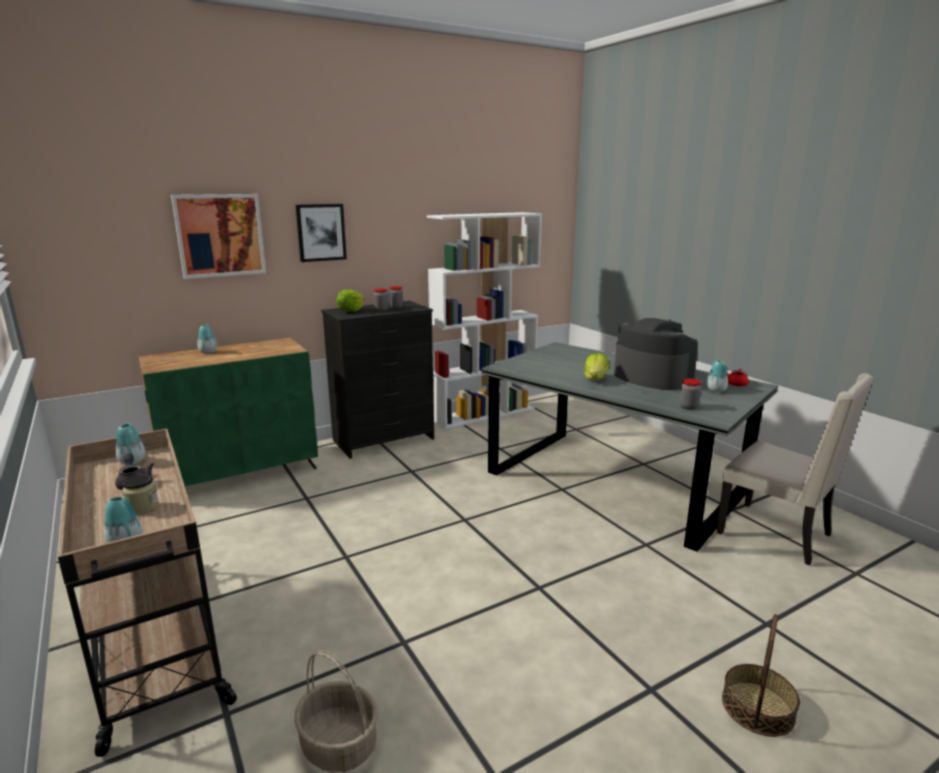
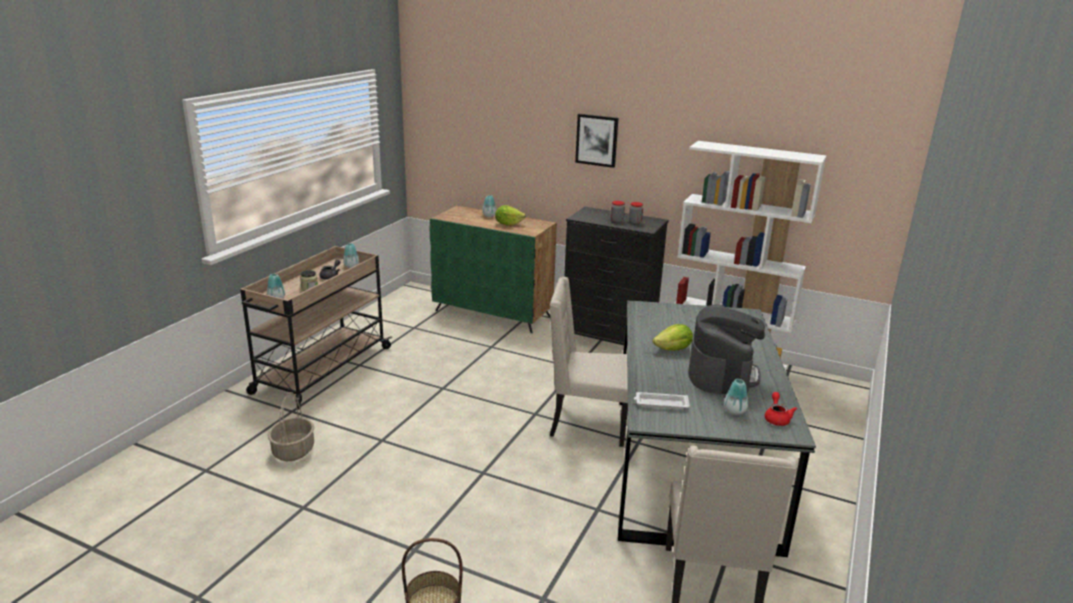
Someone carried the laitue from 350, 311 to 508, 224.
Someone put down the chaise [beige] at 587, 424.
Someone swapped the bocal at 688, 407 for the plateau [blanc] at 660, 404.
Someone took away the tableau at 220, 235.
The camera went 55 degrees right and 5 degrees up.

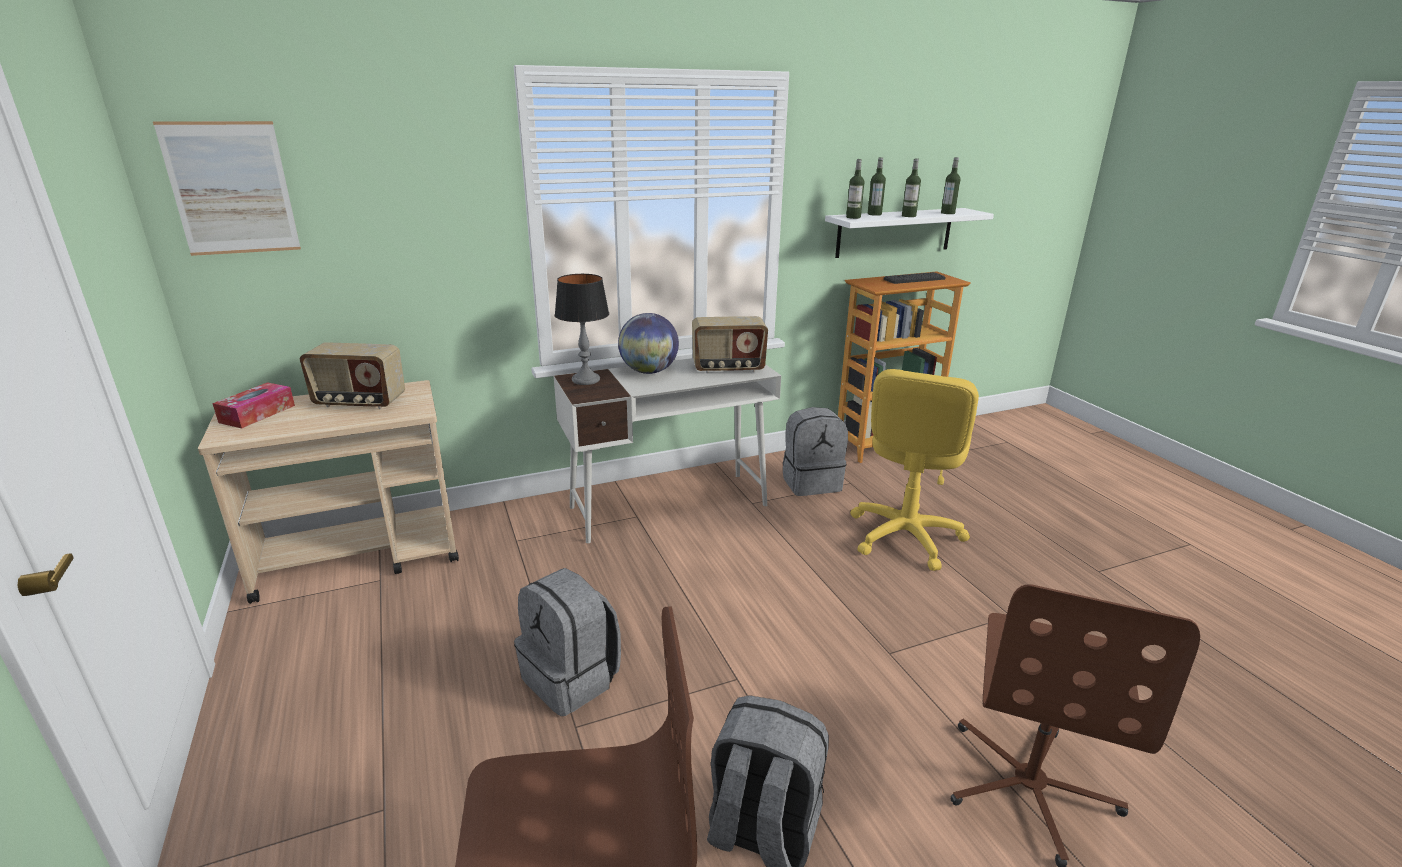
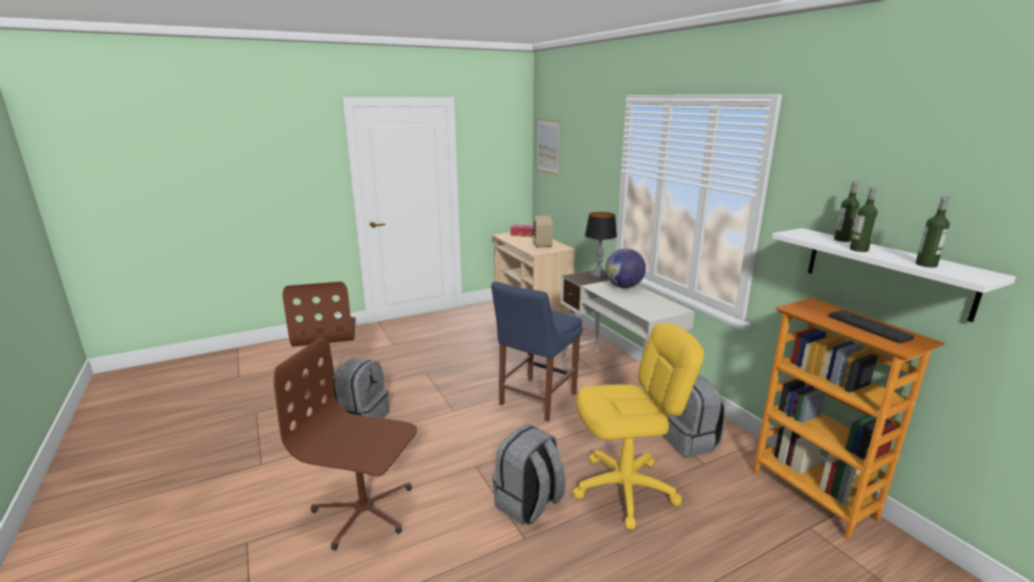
Someone put down the chaise [bleu] at 535, 400.
Someone carried the sac à dos [gris] from 572, 679 to 528, 504.
Someone rotated the chaise de bureau [jaune] at 904, 536 by 150 degrees clockwise.
Someone took away the radio at 728, 368.
Someone took away the bouteille at 853, 217.
The camera went 85 degrees right and 5 degrees down.

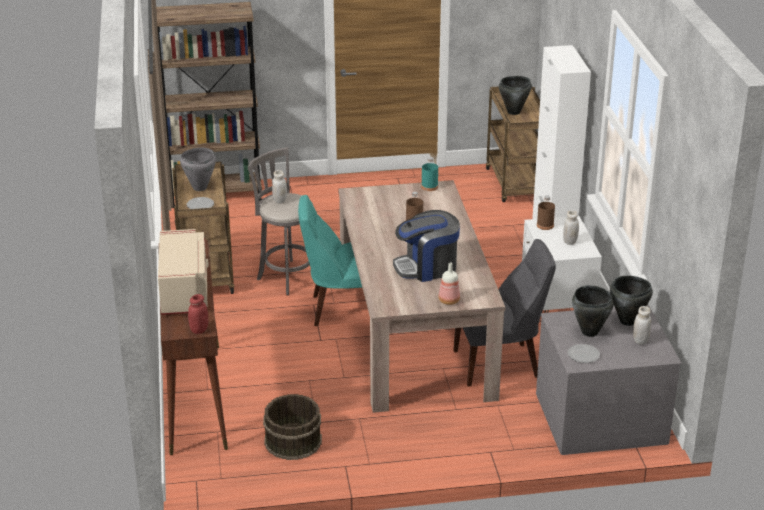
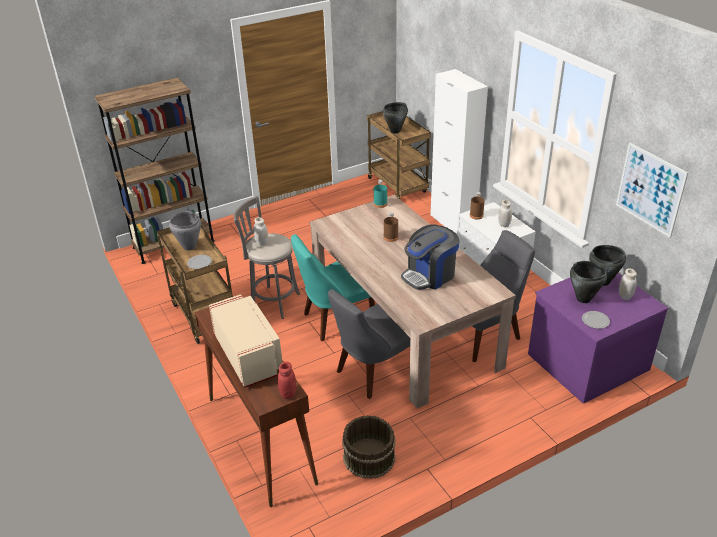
Someone put down the chaise [gris] at 373, 372.
Someone repainted the commode [gris] at 600, 417, which became the commode [violet] at 586, 360.
Someone put up the tableau at 650, 189.
Someone took away the bouteille at 449, 301.
The camera went 20 degrees left and 5 degrees up.

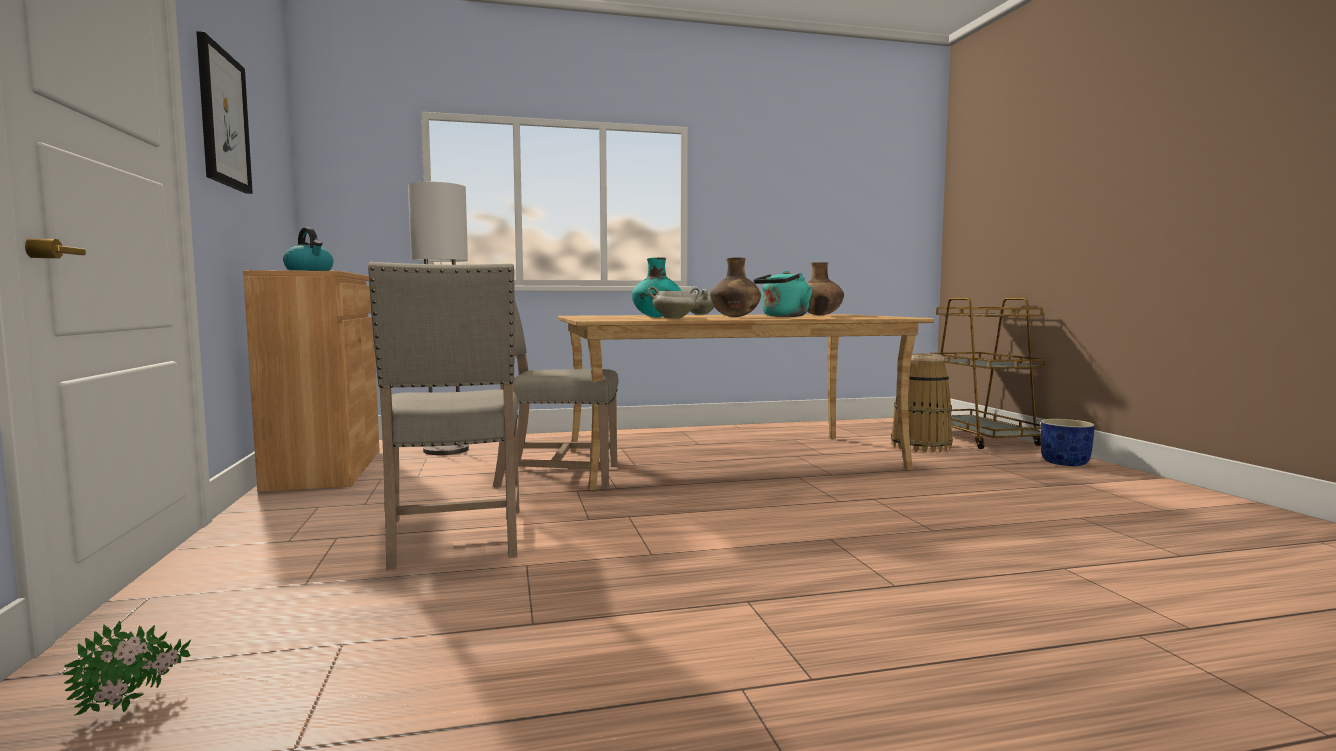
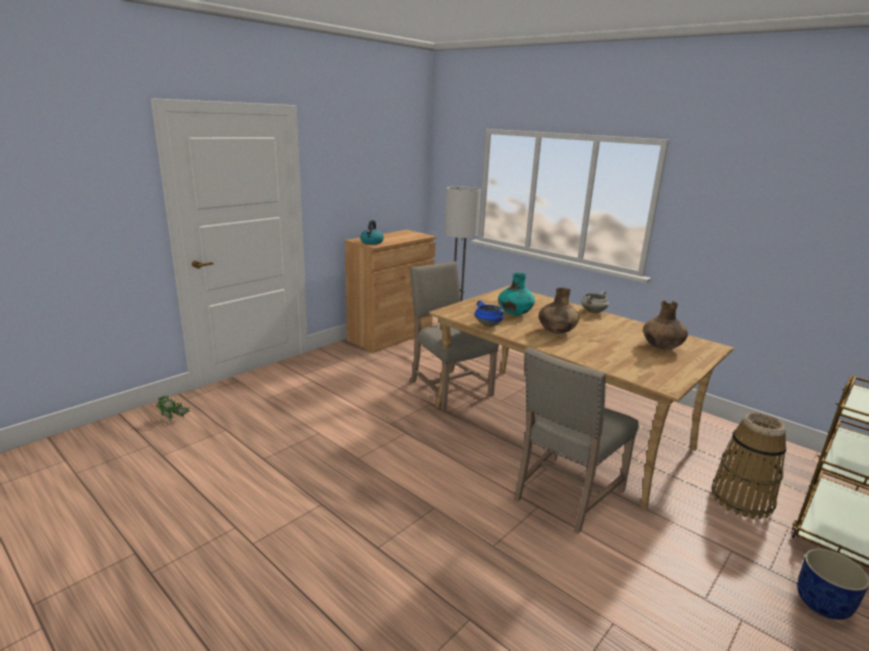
Someone repainted the marmite [blanc] at 674, 318, which became the marmite [bleu] at 489, 325.
Someone carried the chaise [beige] from 455, 538 to 565, 495.
Someone took away the tableau at 223, 119.
Someone took away the bouilloire [turquoise] at 783, 316.
The camera went 55 degrees right and 15 degrees up.

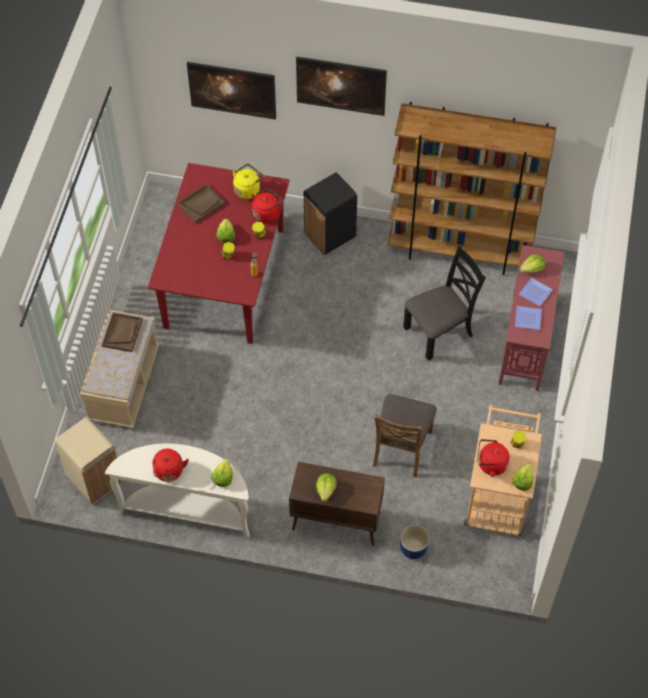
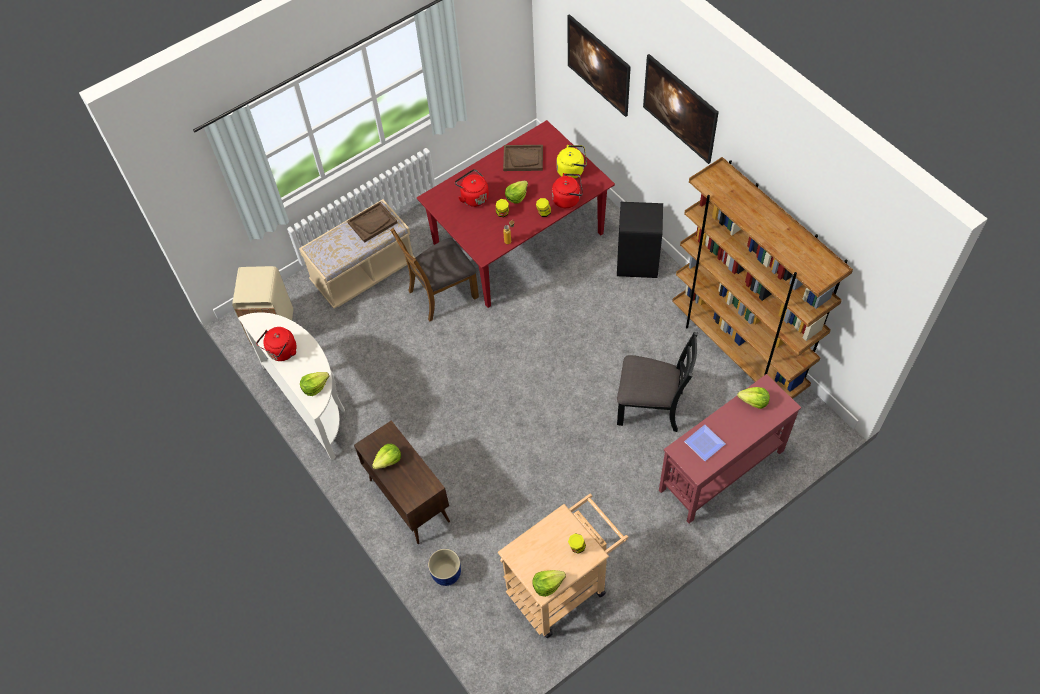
Someone carried the chaise [marron] from 401, 448 to 442, 293.
Someone carried the bouilloire [rouge] from 490, 464 to 473, 197.
Someone took away the assiette at 536, 292.
The camera went 45 degrees right and 0 degrees up.

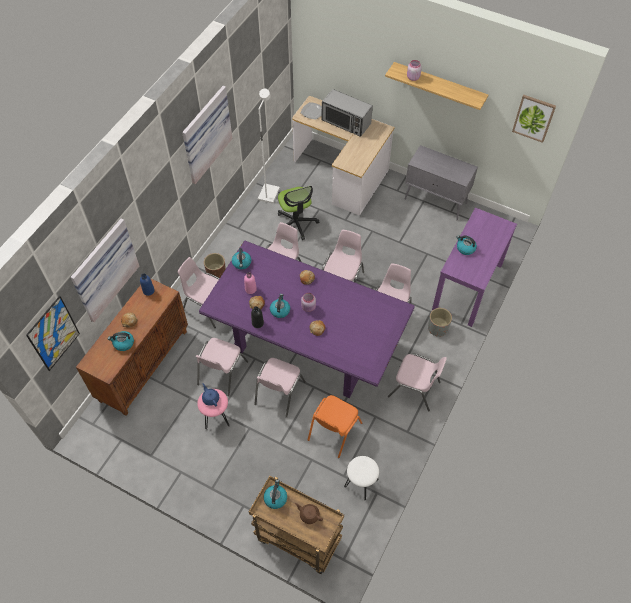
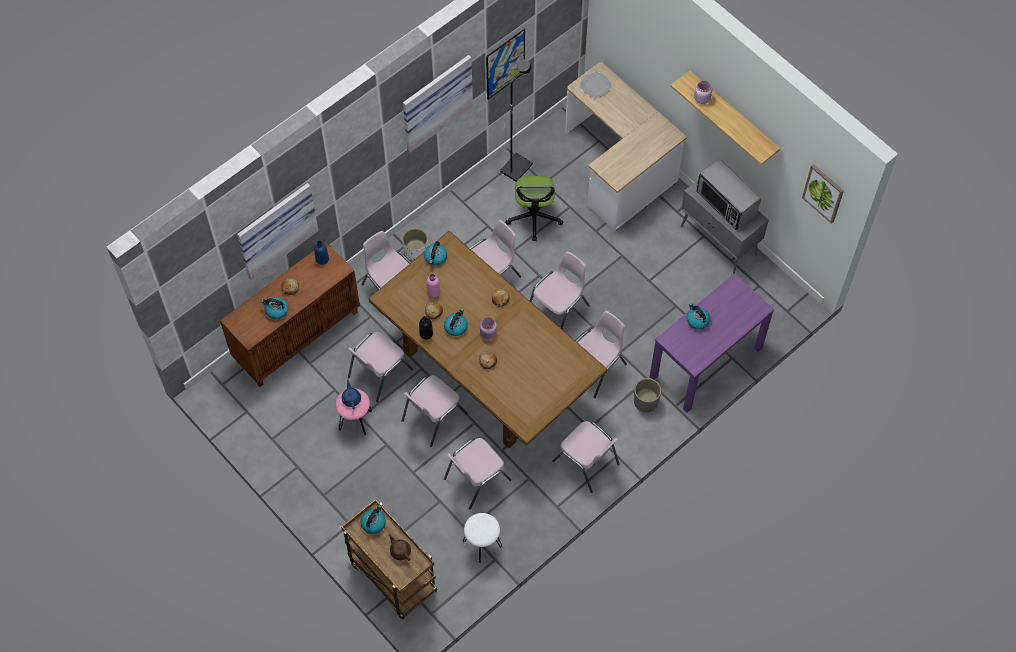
Someone repainted the table à manger [violet] at 308, 344, which became the table à manger [marron] at 488, 371.
Someone repainted the cache-pot [marron] at 216, 273, which became the cache-pot [blanc] at 416, 252.
Someone repainted the chaise [orange] at 333, 431, which became the chaise [rose] at 476, 479.
Someone carried the tableau from 53, 333 to 505, 64.
Someone repainted the lampadaire [blanc] at 268, 194, which became the lampadaire [noir] at 516, 167.
Someone carried the micro-ondes from 346, 122 to 726, 203.
The camera went 20 degrees right and 5 degrees up.

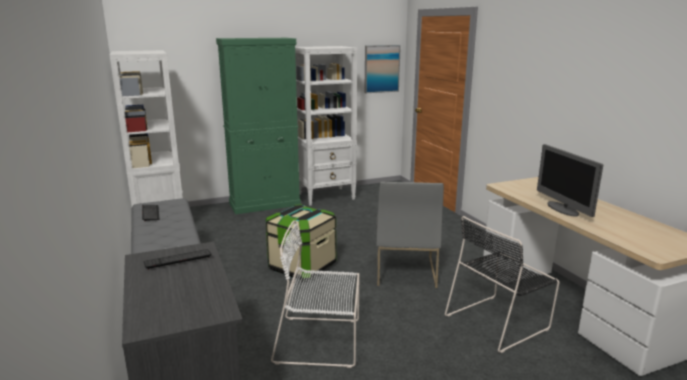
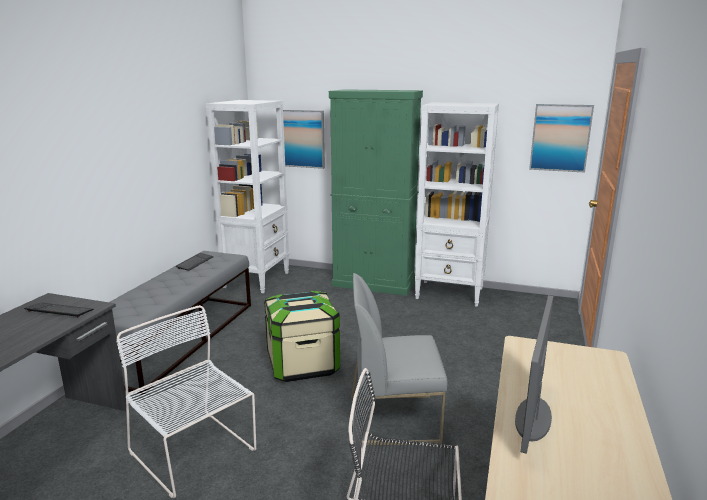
Someone put up the tableau at 302, 138.
Someone rotated the chaise [gris] at 404, 271 by 45 degrees clockwise.
The camera went 40 degrees right and 0 degrees up.

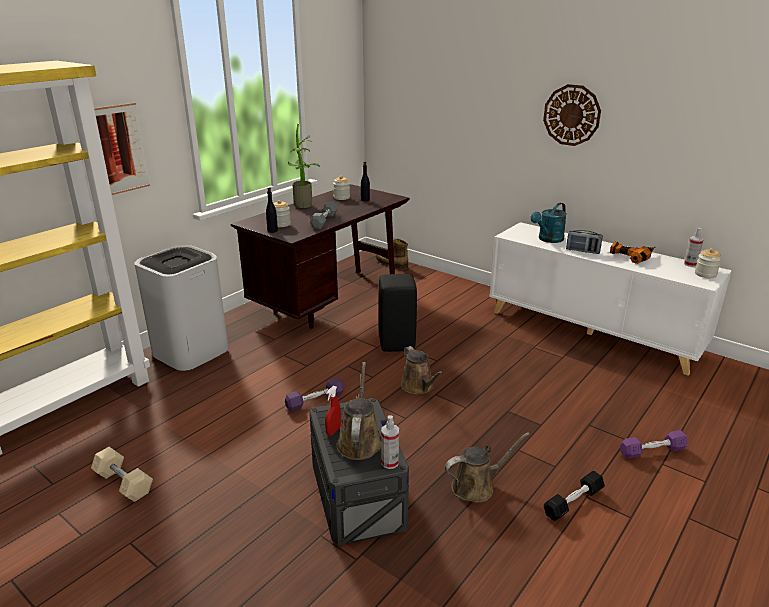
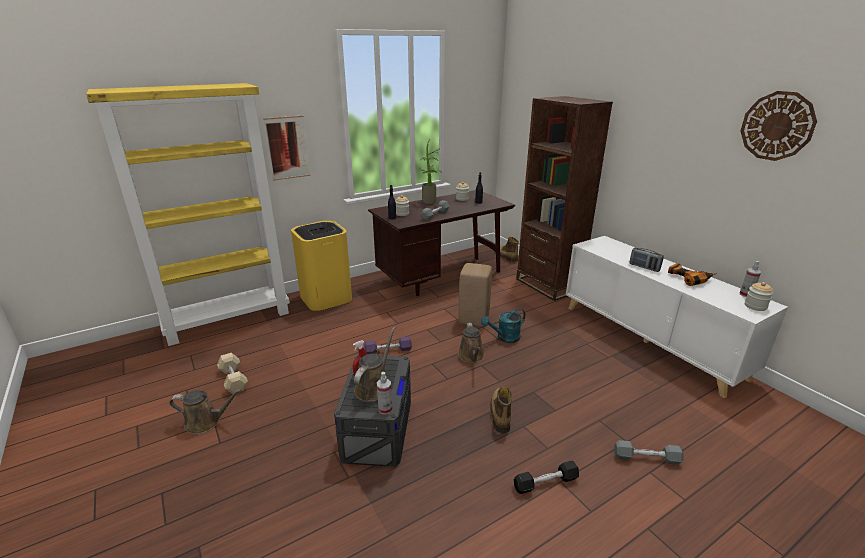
Someone carried the arrosoir [marron] from 476, 486 to 206, 422.
Someone repainted the poubelle [blanc] at 191, 351, which became the poubelle [jaune] at 326, 298.
Someone repainted the tabouret [noir] at 397, 344, which became the tabouret [beige] at 474, 320.
Someone carried the arrosoir [turquoise] from 548, 240 to 504, 338.
Someone put down the botte at 500, 413.
Someone put down the bibliothèque [marron] at 548, 285.
Someone repainted the haltère [violet] at 652, 451, which became the haltère [gris] at 646, 458.
Someone carried the horloge murale from 571, 115 to 777, 126.
The camera went 20 degrees right and 0 degrees up.

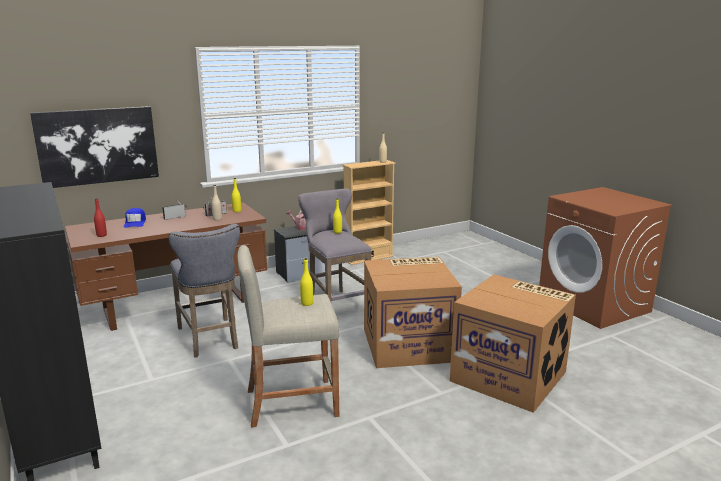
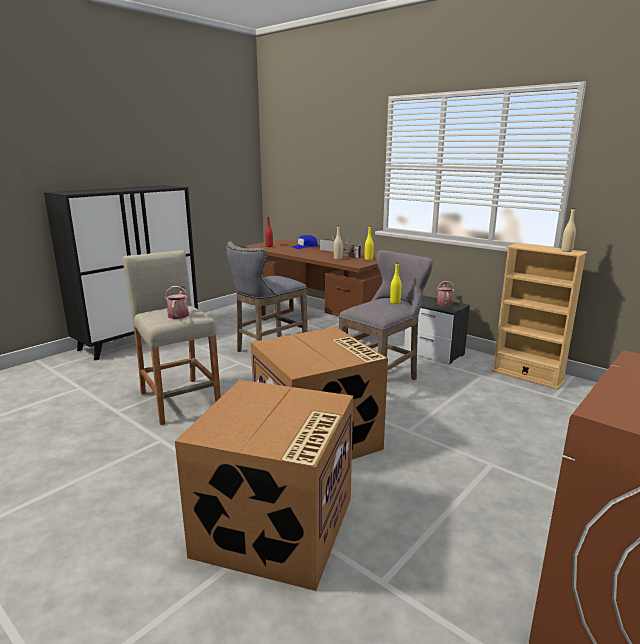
Someone swapped the bouteille [jaune] at 307, 303 for the arrosoir at 179, 314.
Someone took away the tableau at 98, 146.
The camera went 70 degrees right and 0 degrees up.

